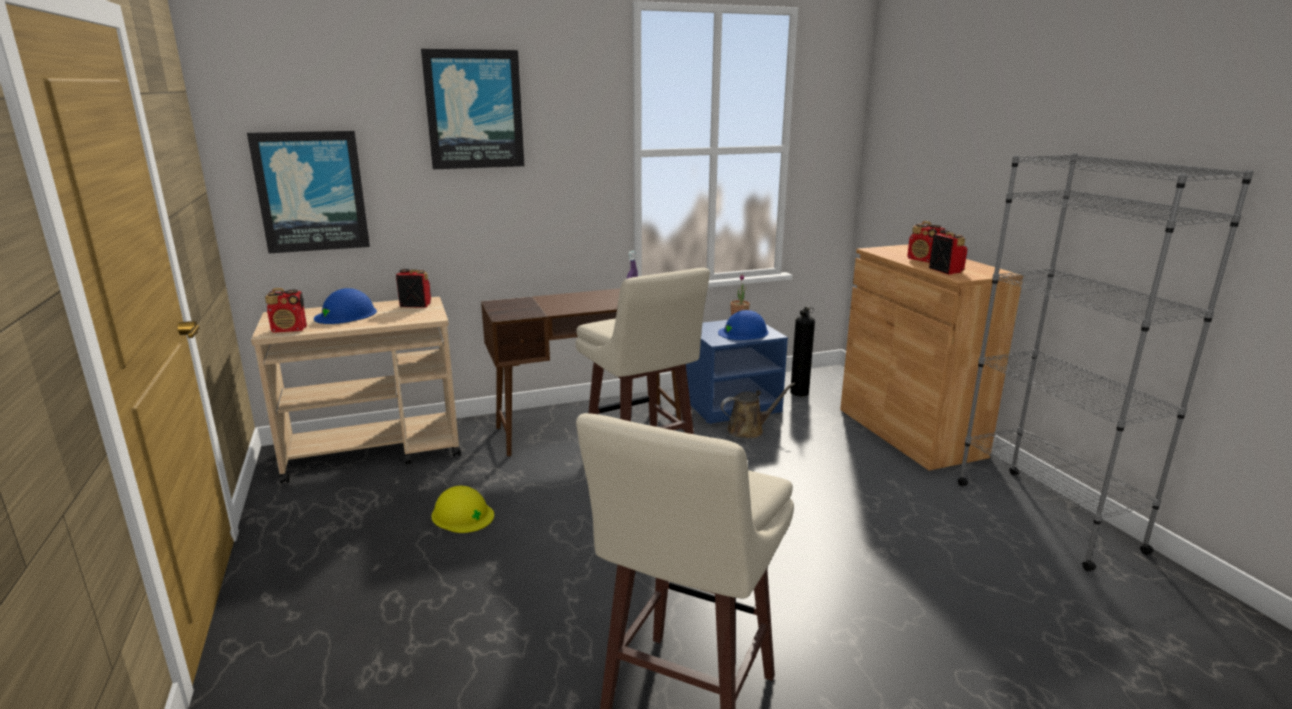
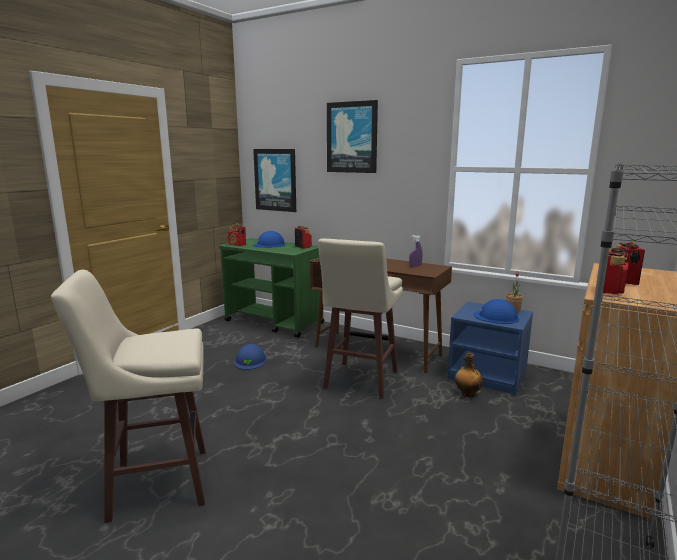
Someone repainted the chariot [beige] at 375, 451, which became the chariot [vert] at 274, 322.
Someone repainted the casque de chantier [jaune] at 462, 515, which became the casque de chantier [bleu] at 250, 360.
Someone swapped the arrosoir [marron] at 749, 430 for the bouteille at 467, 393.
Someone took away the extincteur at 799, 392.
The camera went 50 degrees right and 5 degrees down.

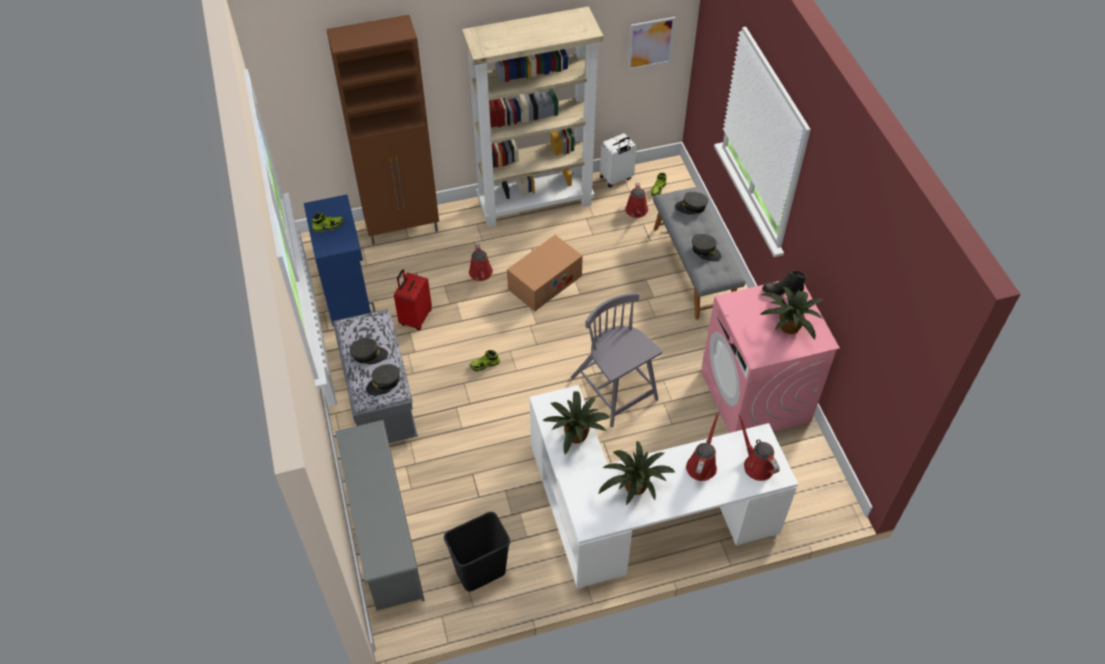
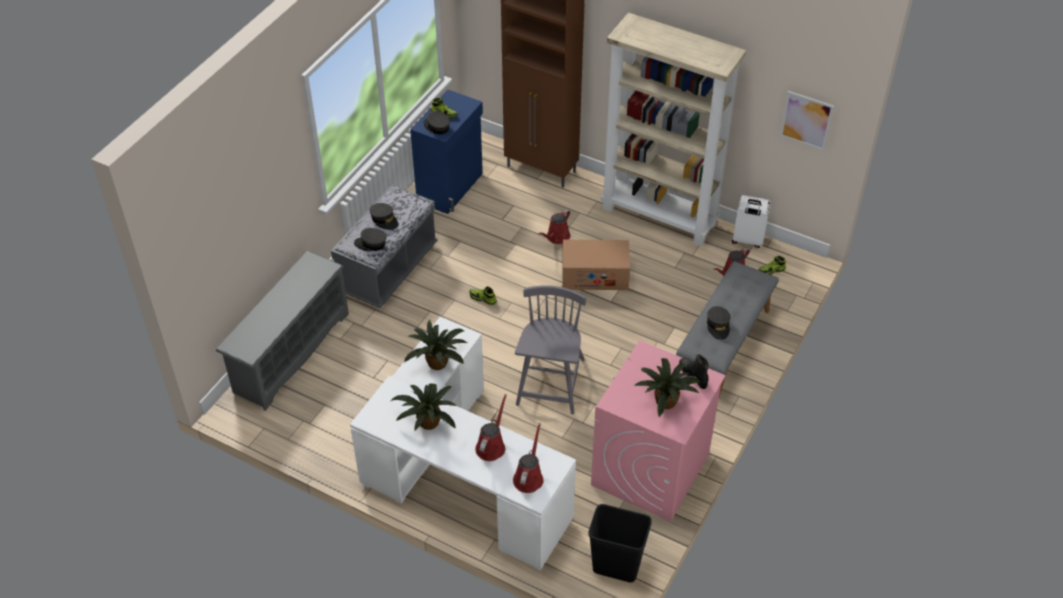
Someone carried the casquette [gris] from 691, 207 to 436, 127.
Someone rotated the arrosoir [rouge] at 702, 464 by 45 degrees counterclockwise.
Someone carried the poubelle [noir] from 481, 571 to 617, 566.
Someone took away the valise [rouge] at 415, 318.
The camera went 45 degrees right and 5 degrees down.

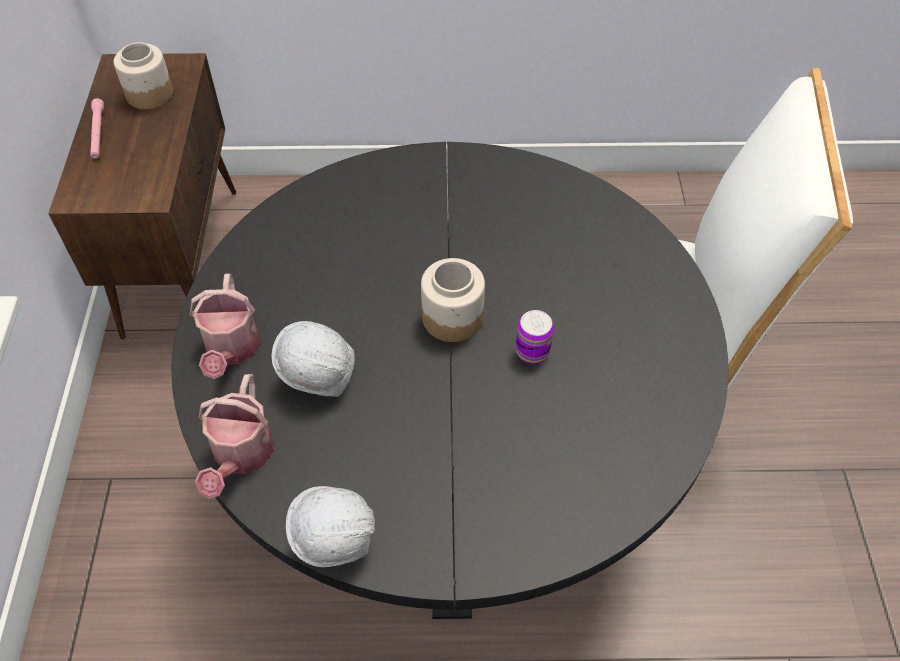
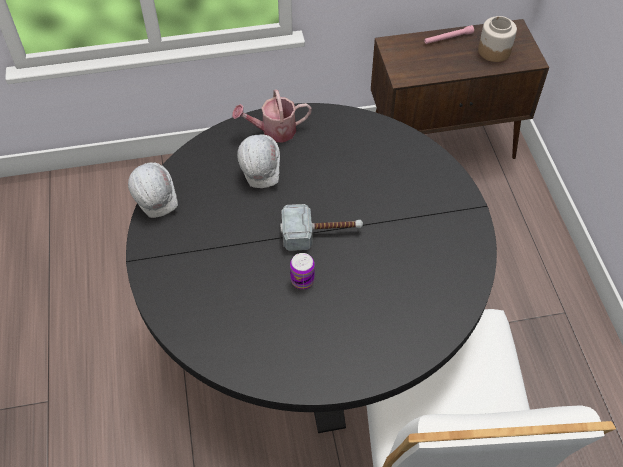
Someone swapped the bocal at 453, 317 for the marteau at 321, 233.
Someone took away the arrosoir at 241, 456.
The camera went 80 degrees right and 0 degrees up.

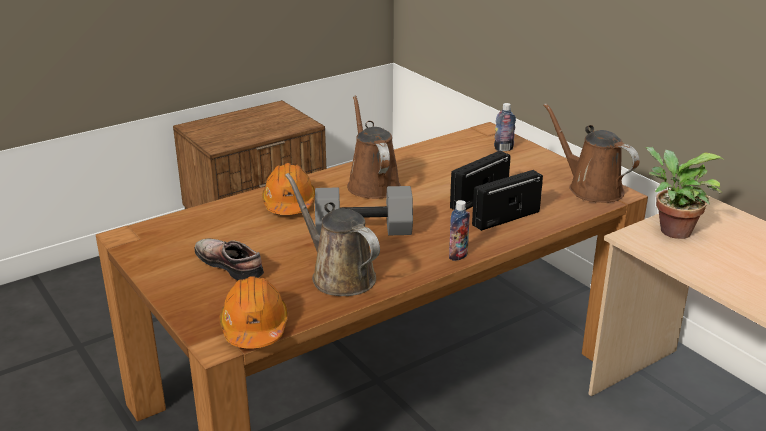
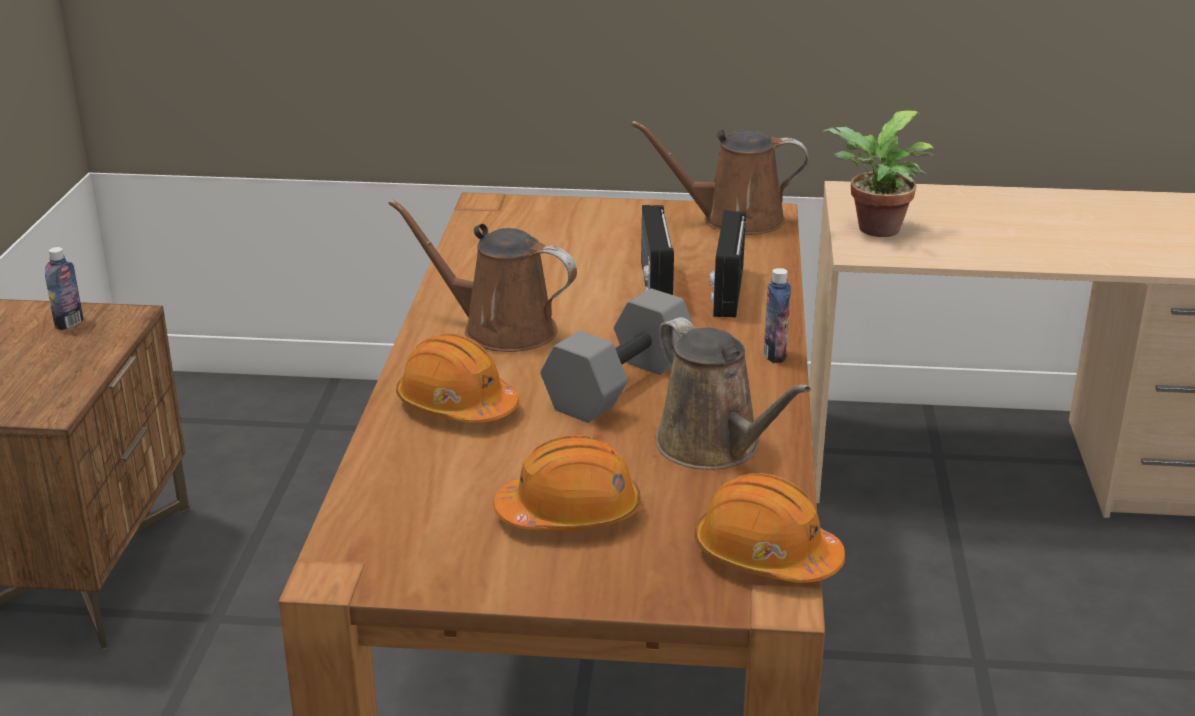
Someone carried the bouteille from 503, 149 to 69, 323.
Someone swapped the chaussure at 232, 264 for the casque de chantier [orange] at 569, 513.
Someone rotated the arrosoir [marron] at 339, 276 by 120 degrees counterclockwise.
The camera went 50 degrees left and 0 degrees up.

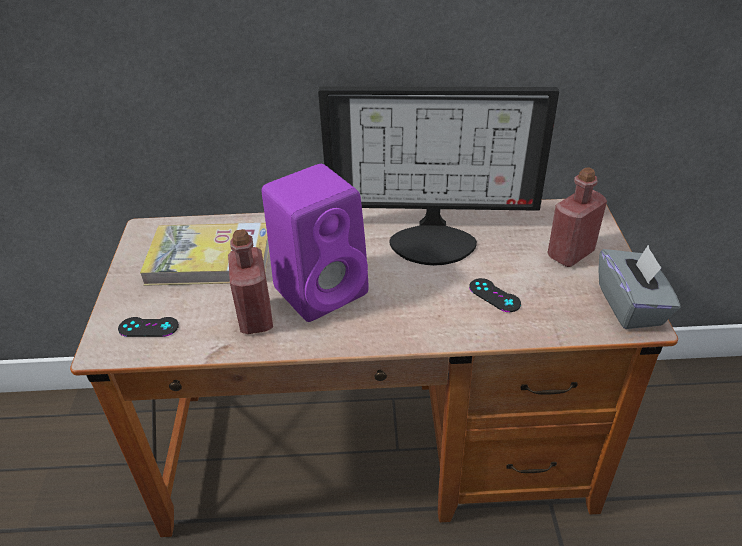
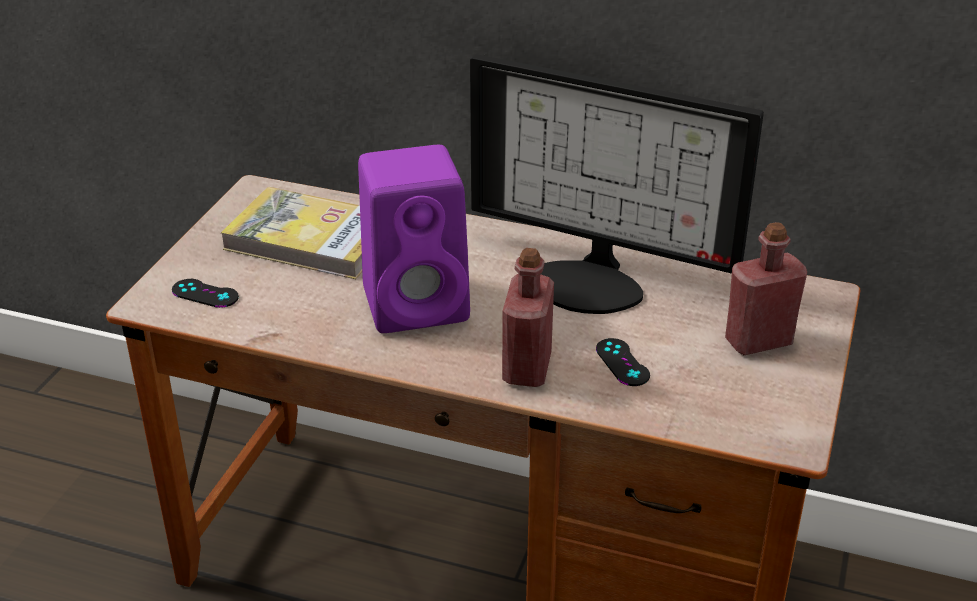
Someone carried the bouteille [rouge] from 255, 318 to 527, 368.
Someone took away the boîte à mouchoirs [gris] at 630, 306.
The camera went 20 degrees right and 5 degrees down.

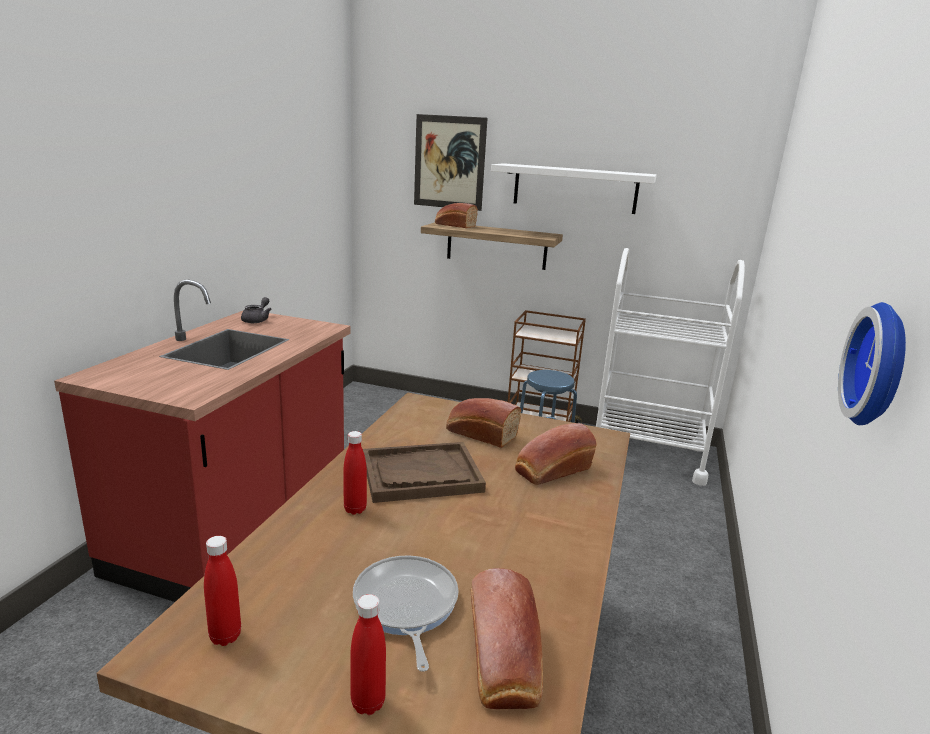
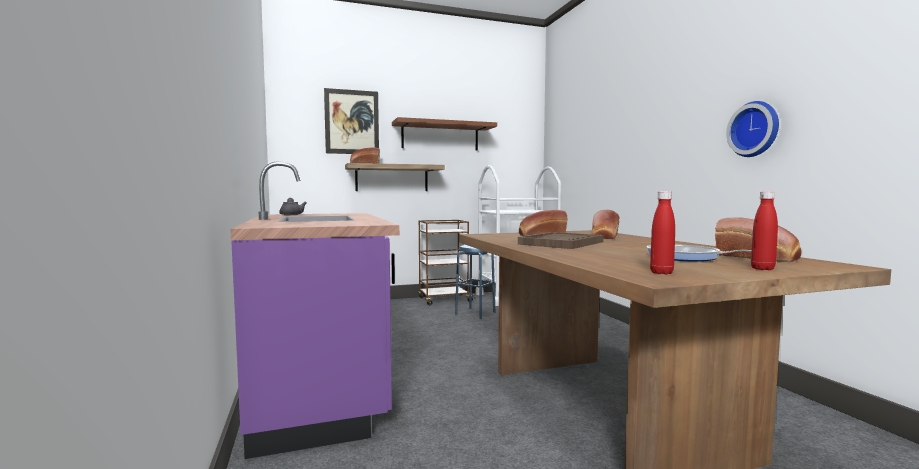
Someone repainted the comptoir de cuisine [rouge] at 239, 521, which became the comptoir de cuisine [violet] at 322, 388.
Someone repainted the étagère [blanc] at 575, 188, which became the étagère [marron] at 440, 136.
Someone took away the bouteille [rouge] at 355, 509.
The camera went 35 degrees left and 15 degrees down.

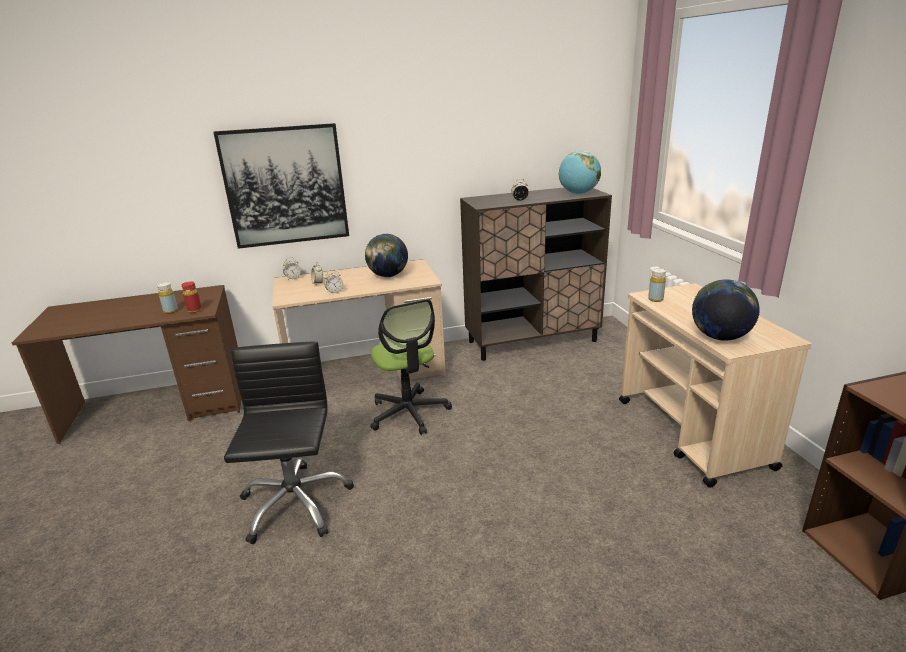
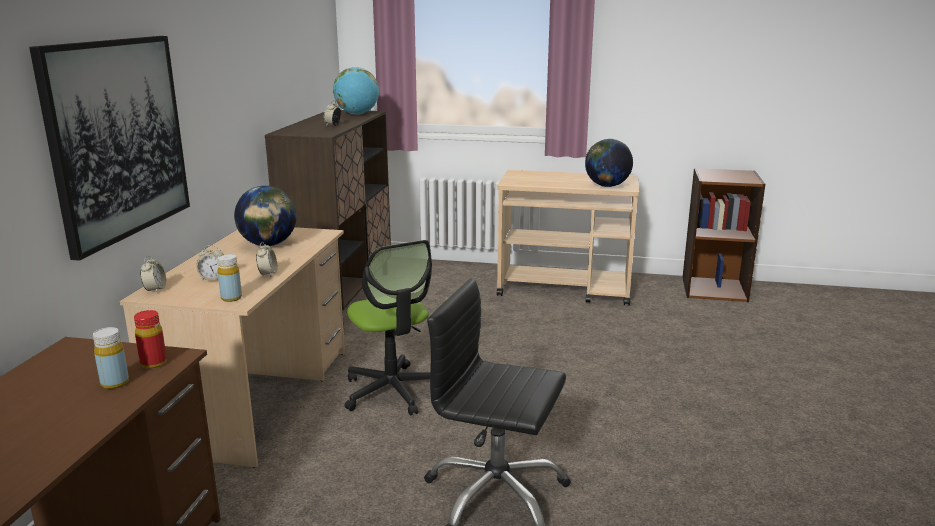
Someone carried the bouteille [jaune] from 655, 299 to 231, 298.
Someone rotated the chaise de bureau at 409, 413 by 60 degrees clockwise.
The camera went 65 degrees left and 5 degrees down.

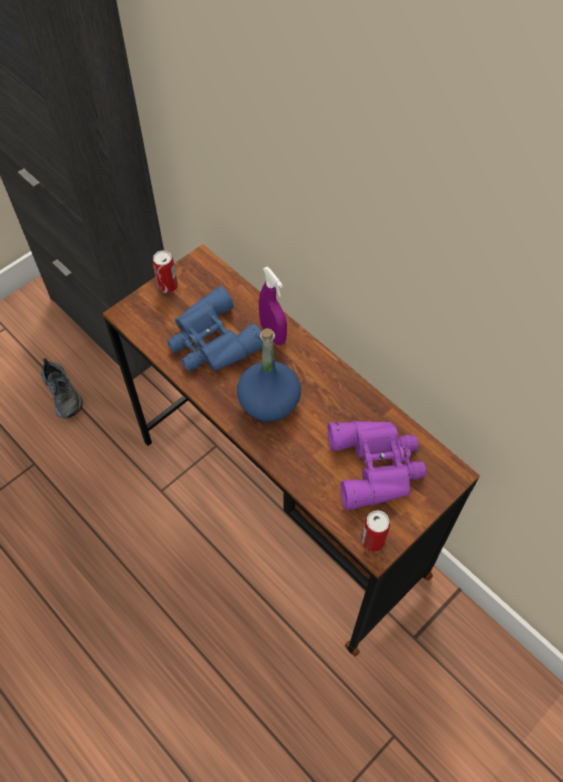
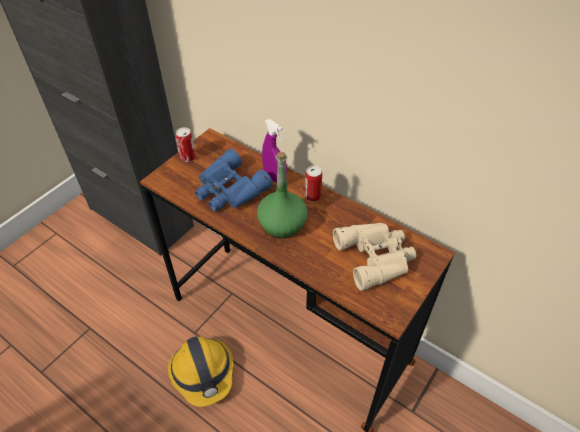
Someone put down the casque de chantier at 203, 372.
Someone repainted the bouteille [bleu] at 268, 402, which became the bouteille [vert] at 282, 224.
Someone carried the boîte métallique from 372, 540 to 312, 196.
Someone repainted the jumelles [violet] at 377, 465, which became the jumelles [beige] at 376, 256.
Someone took away the chaussure at 63, 393.
The camera went 10 degrees left and 10 degrees down.

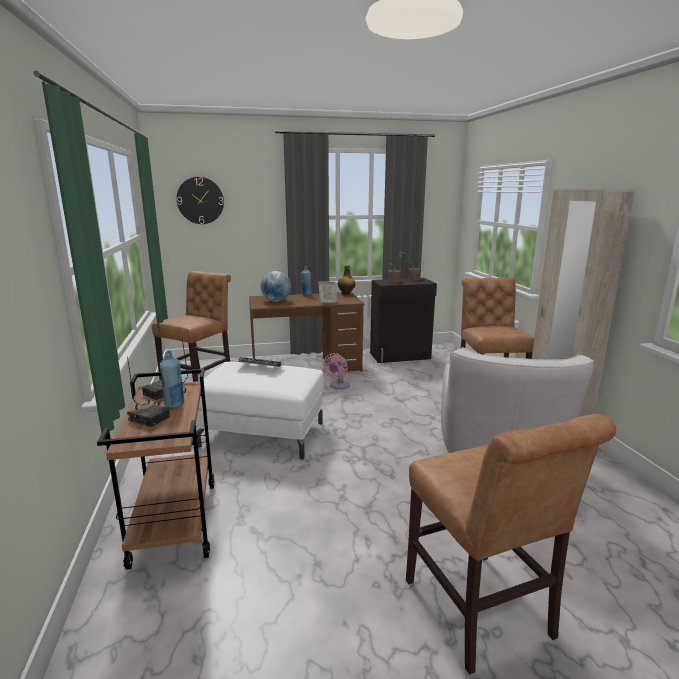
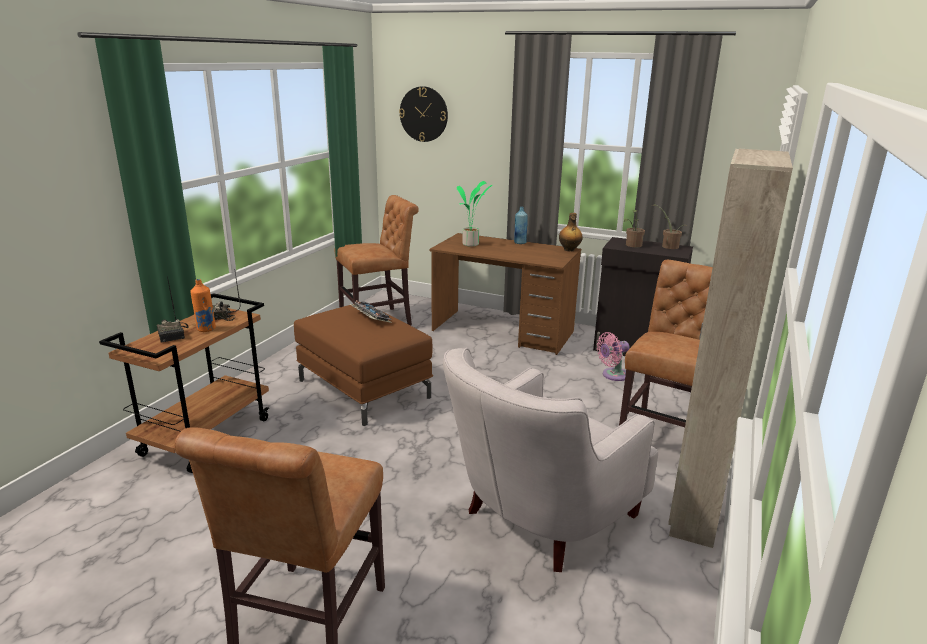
Someone repainted the bouteille [bleu] at 174, 404, which became the bouteille [orange] at 206, 329.
Someone repainted the pouf [blanc] at 262, 434, which became the pouf [marron] at 363, 389.
Someone swapped the globe at 276, 301 for the plante en pot at 471, 244.
Someone carried the ventilateur [rose] from 338, 386 to 612, 375.
Someone took away the cadre photo at 327, 302.
The camera went 35 degrees right and 5 degrees up.

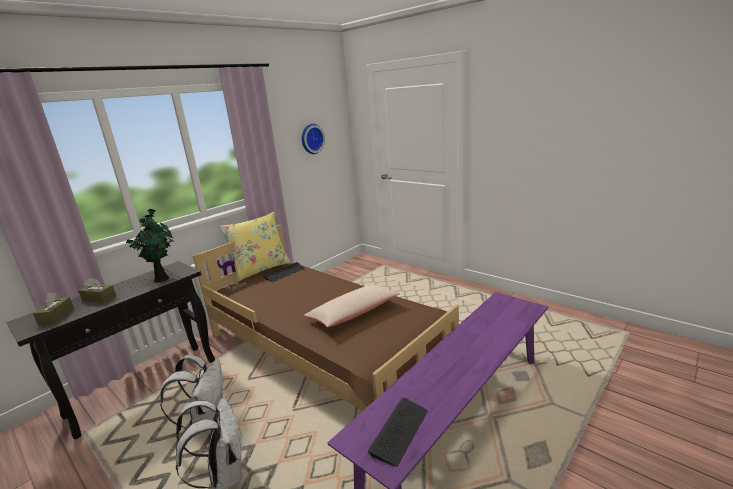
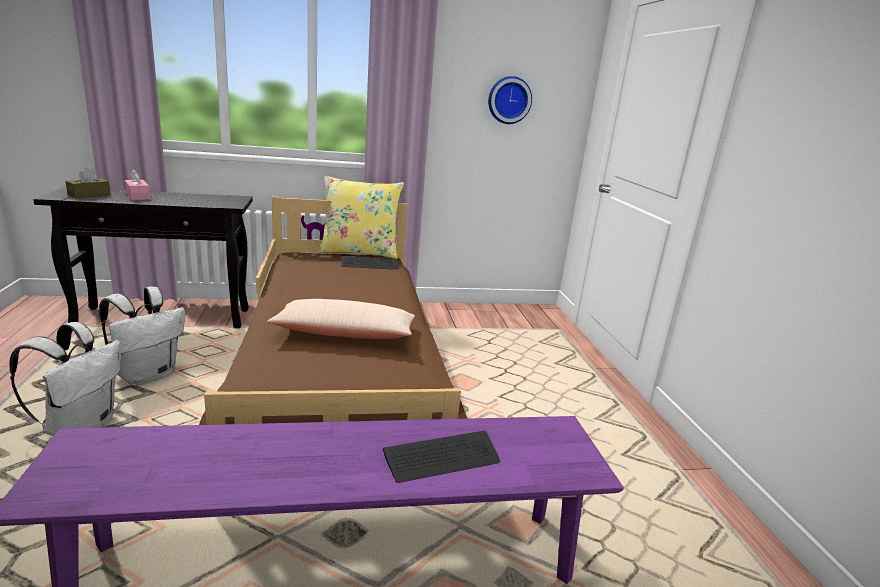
Someone repainted the boîte à mouchoirs [marron] at 99, 298, which became the boîte à mouchoirs [rose] at 138, 196.
Someone carried the clavier from 399, 431 to 442, 458.
Someone took away the plante en pot at 162, 278.
The camera went 35 degrees right and 0 degrees up.

